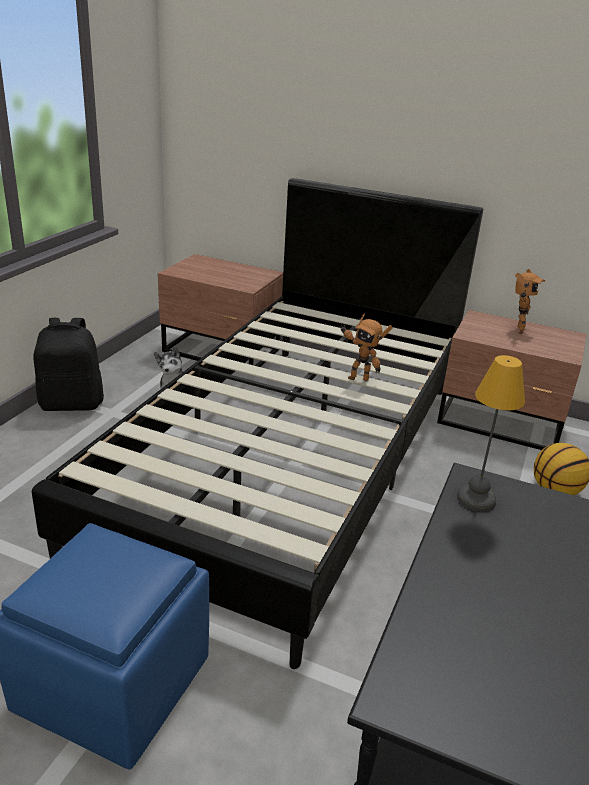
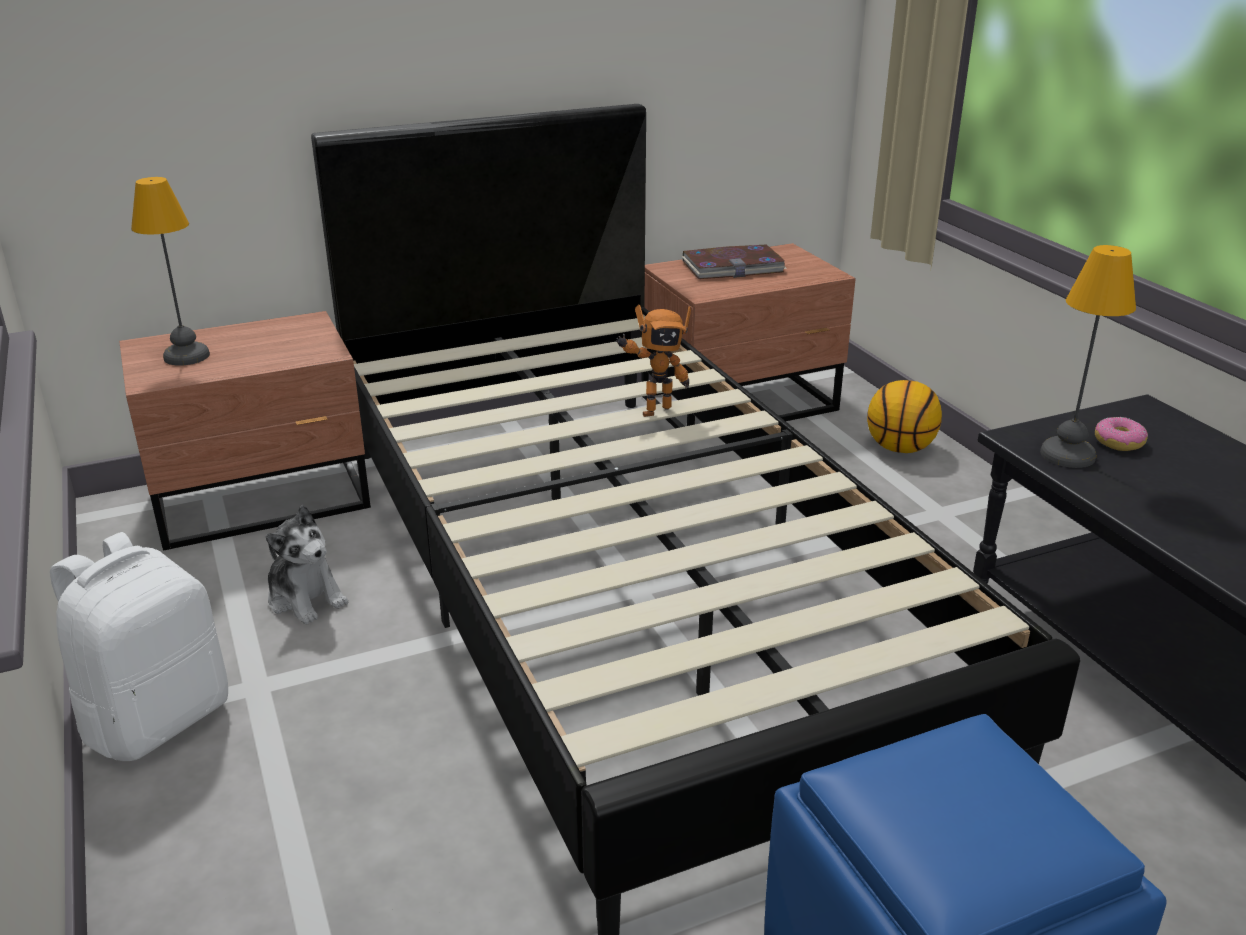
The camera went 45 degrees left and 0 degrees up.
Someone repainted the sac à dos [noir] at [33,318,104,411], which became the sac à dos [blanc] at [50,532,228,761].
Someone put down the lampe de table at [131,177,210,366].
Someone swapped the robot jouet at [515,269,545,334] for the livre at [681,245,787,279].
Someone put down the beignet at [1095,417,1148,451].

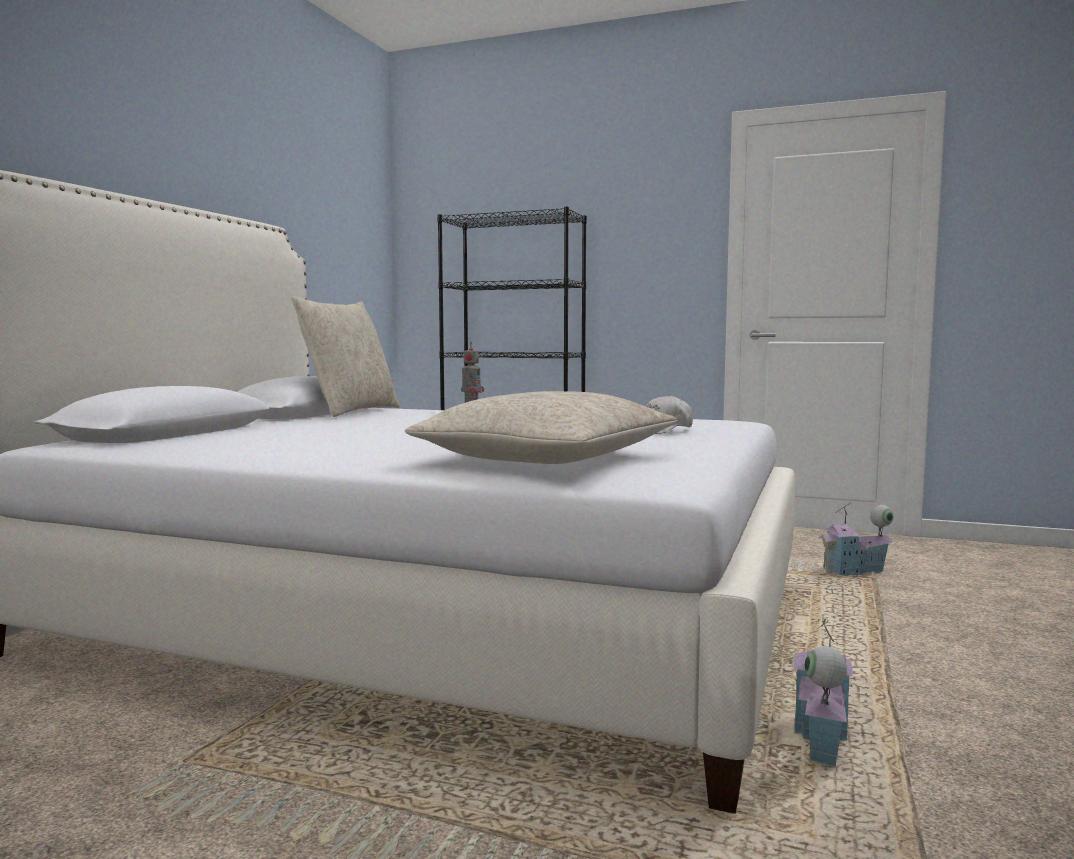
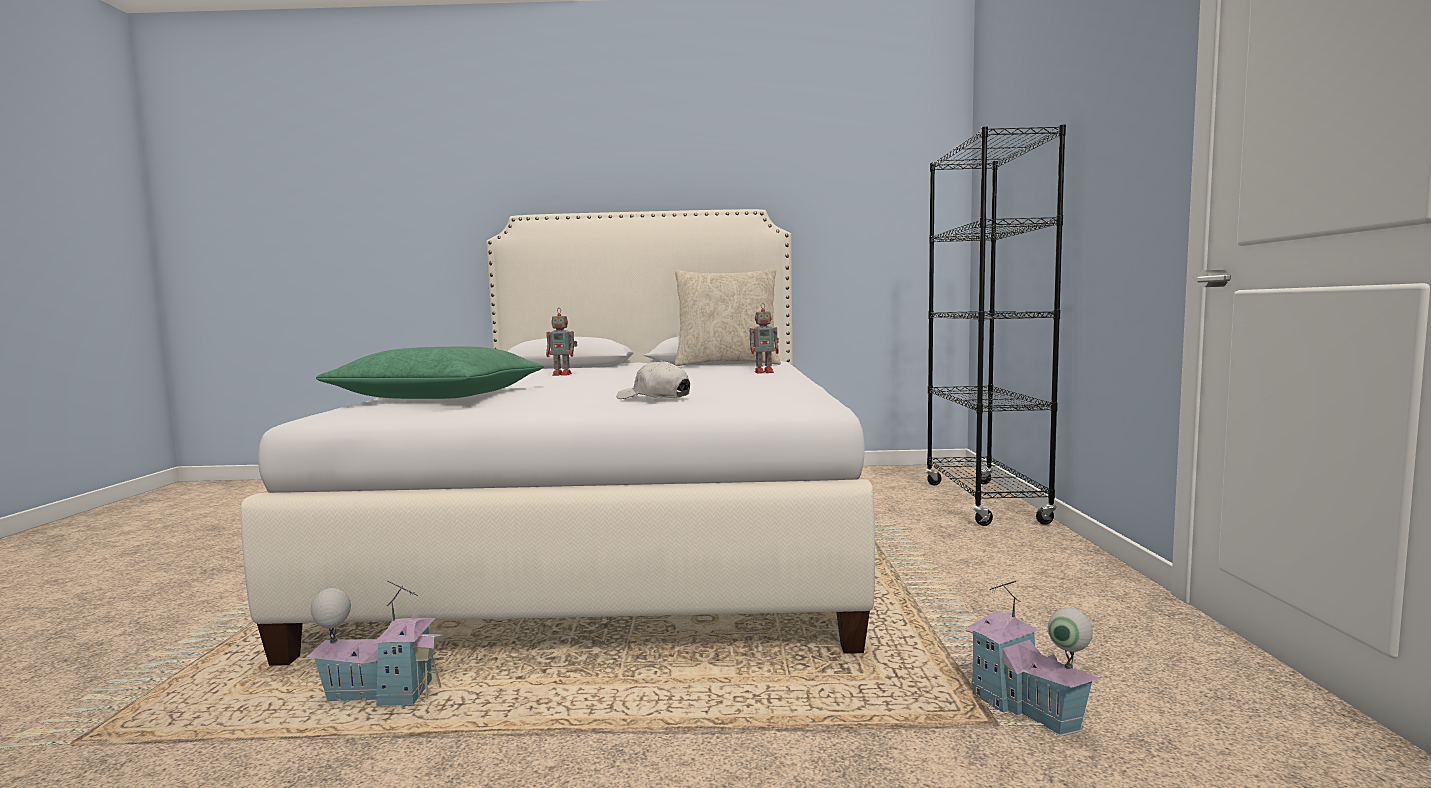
The camera went 70 degrees right and 0 degrees up.
Someone repainted the coussin [beige] at [405,391,677,464], which became the coussin [vert] at [316,347,543,399].
Someone put down the robot jouet at [546,309,577,376].

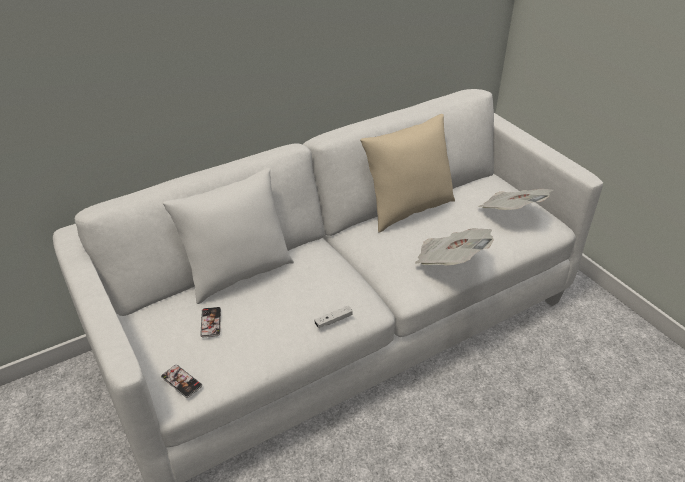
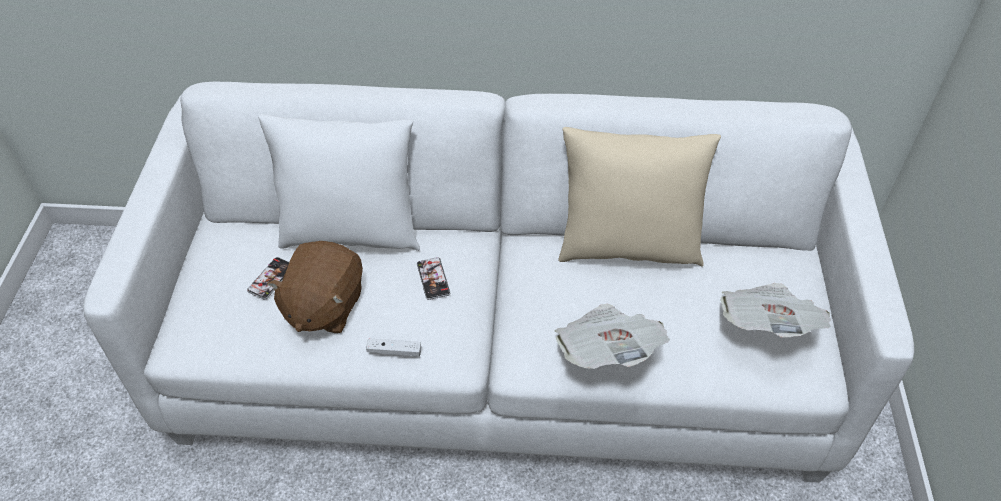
The camera went 35 degrees right and 10 degrees up.
Someone put down the peluche [marron] at [267,241,363,333].
Someone carried the téléphone from [161,365,202,398] to [417,257,450,300].

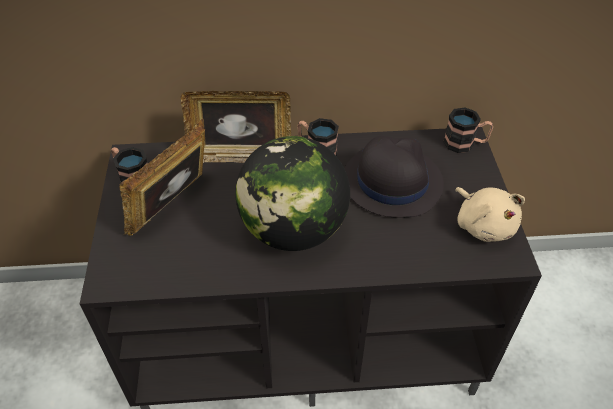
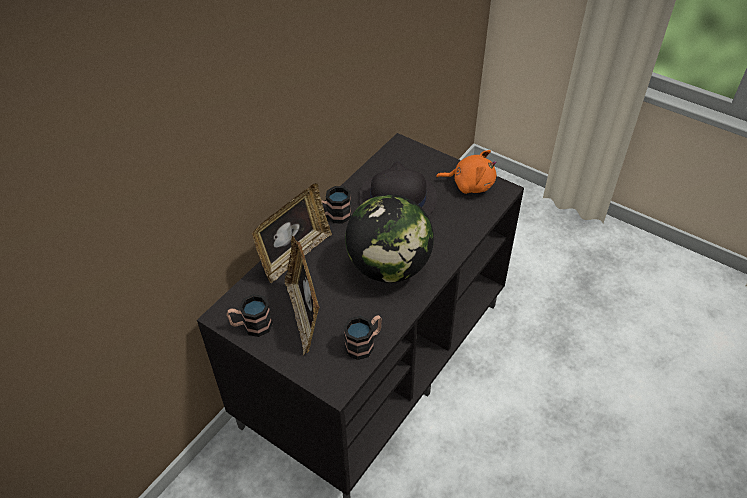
The camera went 50 degrees left and 0 degrees up.
Someone carried the mug from [443,107,493,153] to [343,315,382,360].
Someone repainted the peluche [beige] at [455,187,525,242], which became the peluche [orange] at [436,150,497,194].

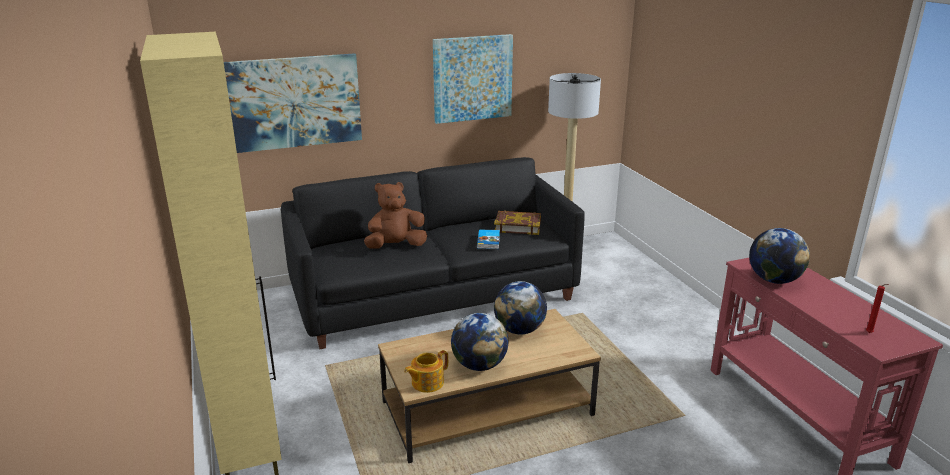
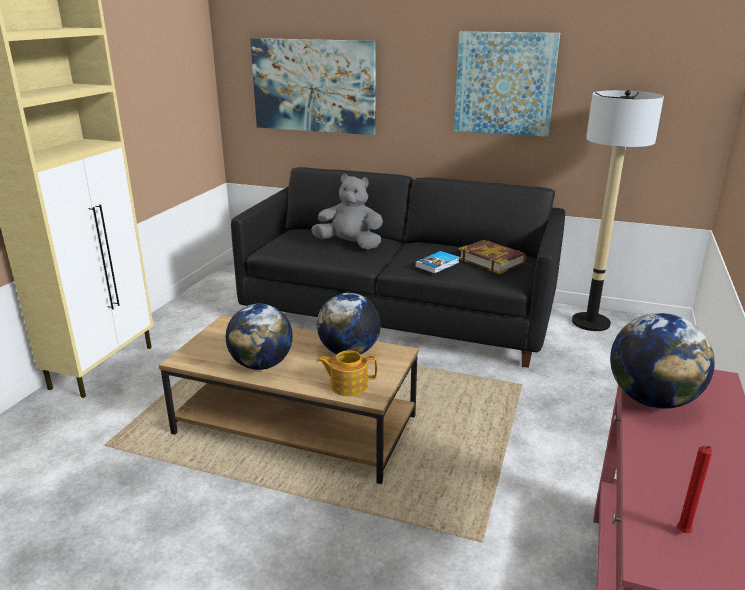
The camera went 40 degrees right and 0 degrees up.
Someone repainted the peluche [marron] at [364,182,427,248], which became the peluche [gris] at [311,174,383,249].
Someone carried the théière from [404,350,448,393] to [317,350,377,396].

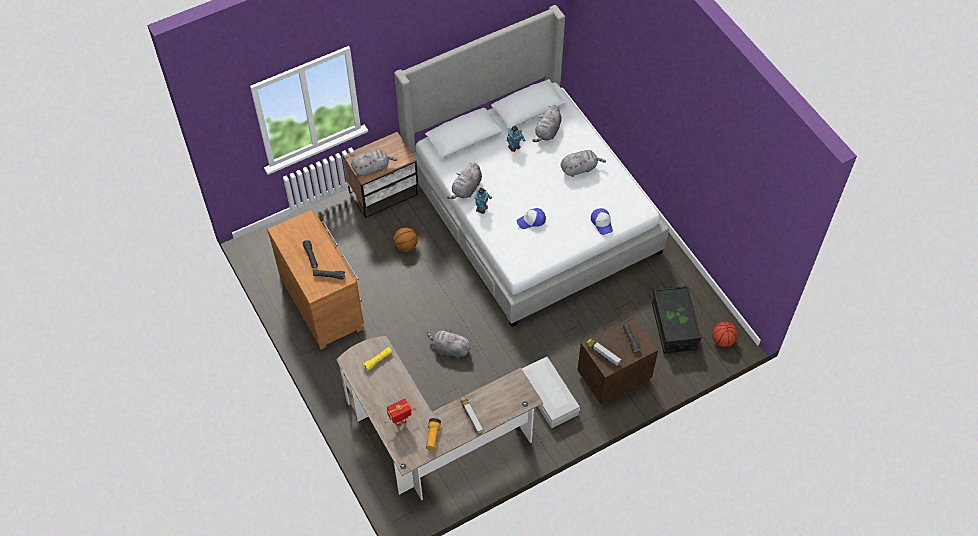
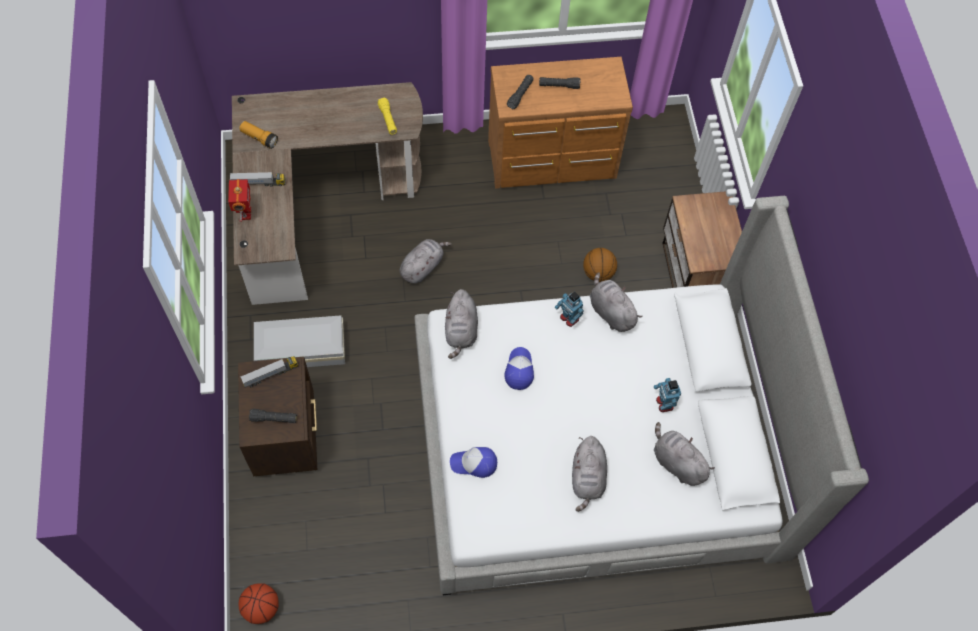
The camera went 110 degrees right and 5 degrees up.
Someone carried the robot jouet from [384,399,415,426] to [228,179,251,222].
Someone carried the peluche [gris] from [351,149,397,177] to [445,289,478,359].
Someone took away the boîte de rangement [noir] at [652,286,702,354].

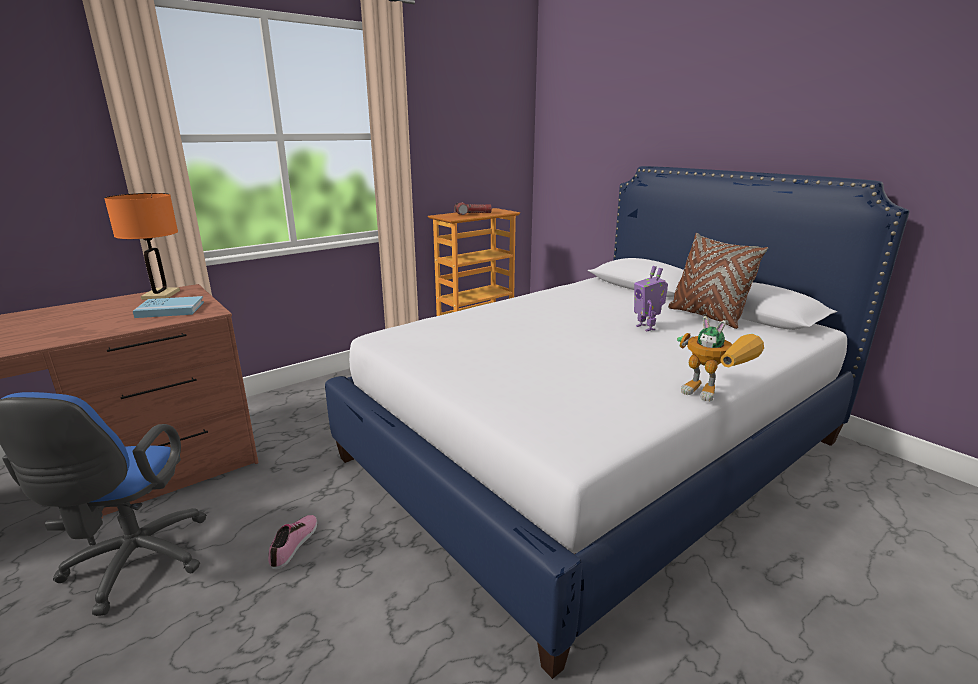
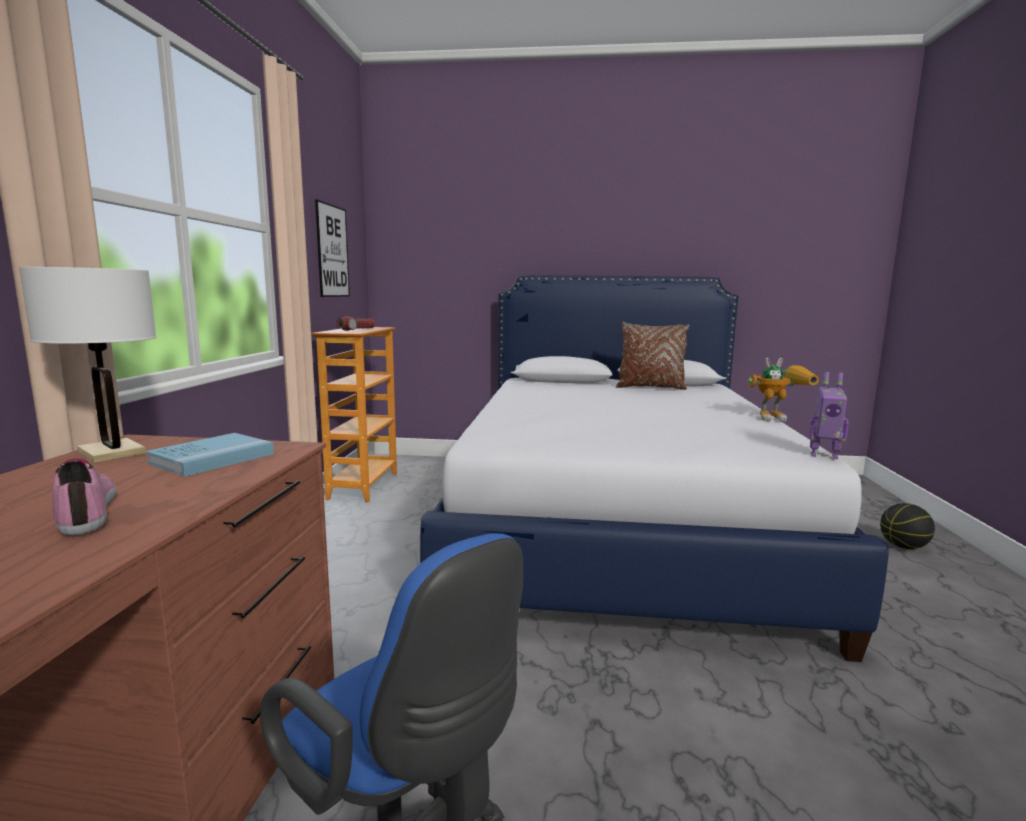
The camera went 45 degrees left and 10 degrees down.
Someone repainted the lampe de table [orange] at [104,193,180,300], which became the lampe de table [blanc] at [19,267,156,463].
Someone carried the chaussure from [268,515,317,569] to [52,458,116,535].
Someone put up the tableau at [315,200,350,297].
Someone carried the robot jouet from [634,266,668,331] to [810,372,849,459].
Someone put down the ballon de basket at [880,503,935,549].

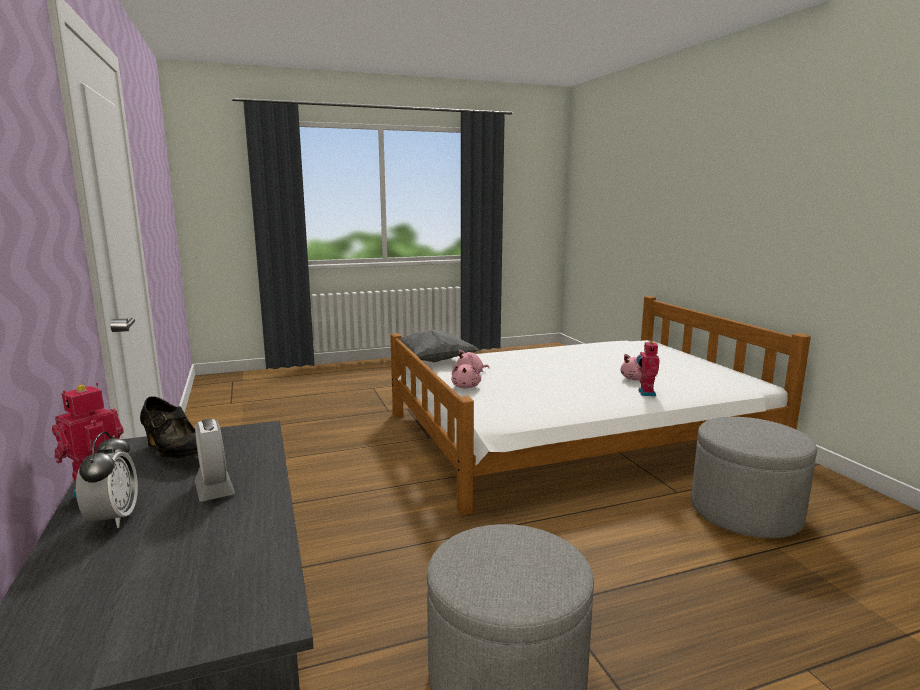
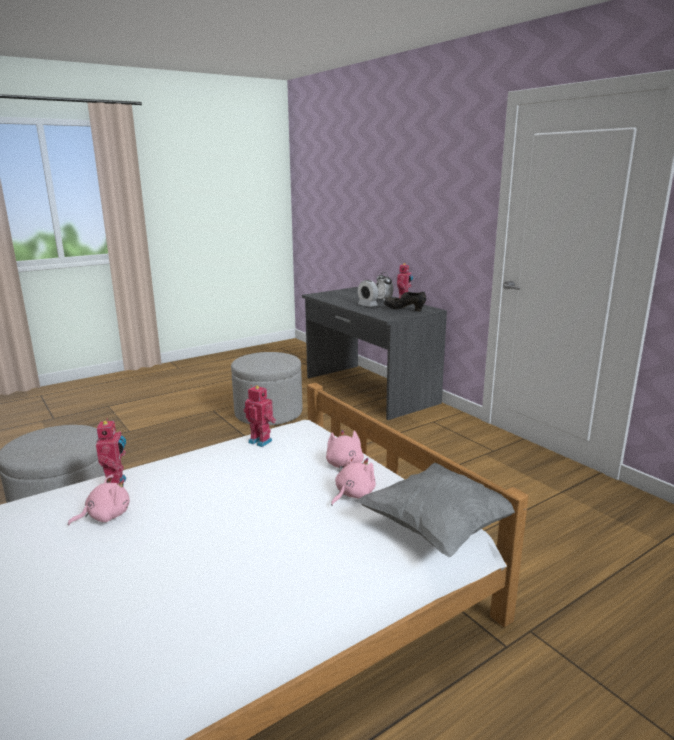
The camera went 165 degrees right and 5 degrees up.
Someone put down the robot jouet at [244,385,276,447].

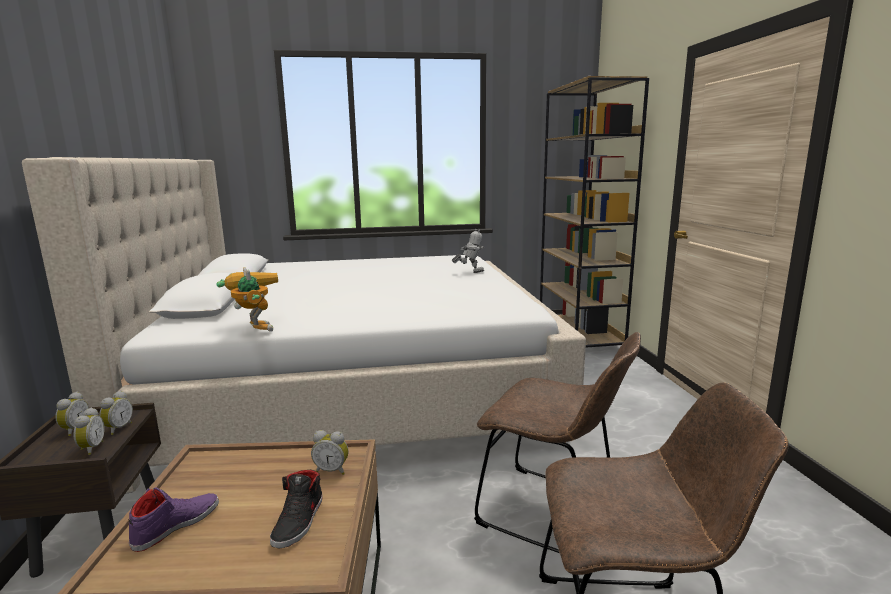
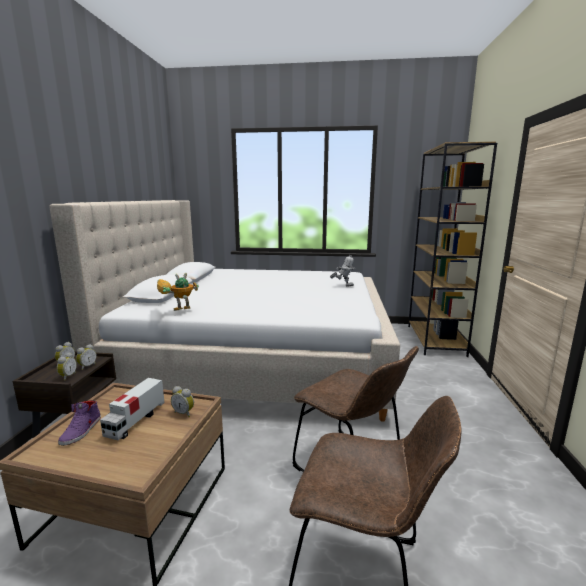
The camera went 15 degrees right and 0 degrees up.
Someone rotated the chaussure [violet] at [128,488,219,552] by 135 degrees clockwise.
Someone put down the camion jouet at [100,378,165,440].
Someone rotated the robot jouet at [216,267,278,332] by 105 degrees counterclockwise.
Someone took away the chaussure [noir] at [270,470,323,549].

